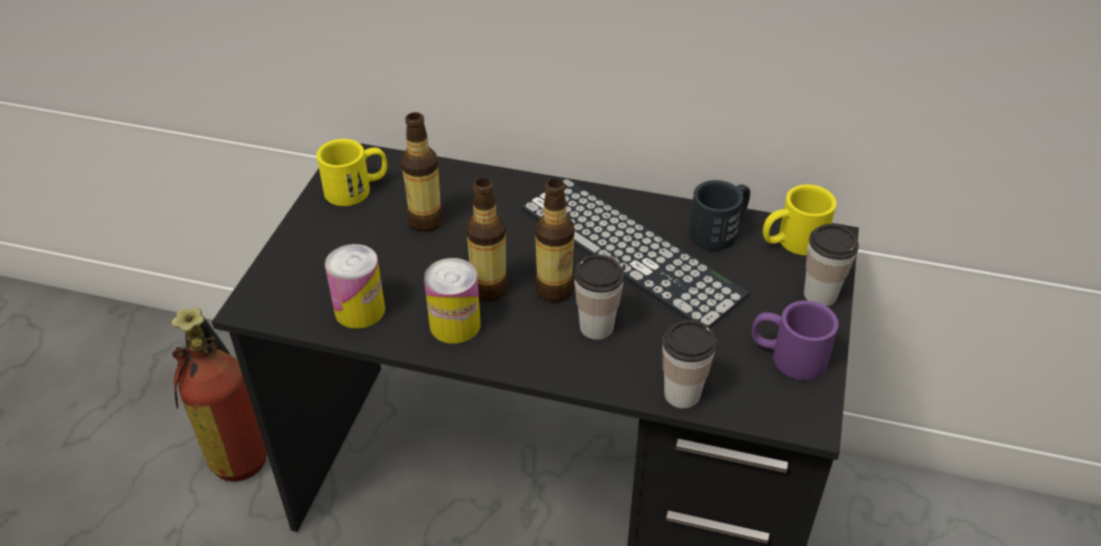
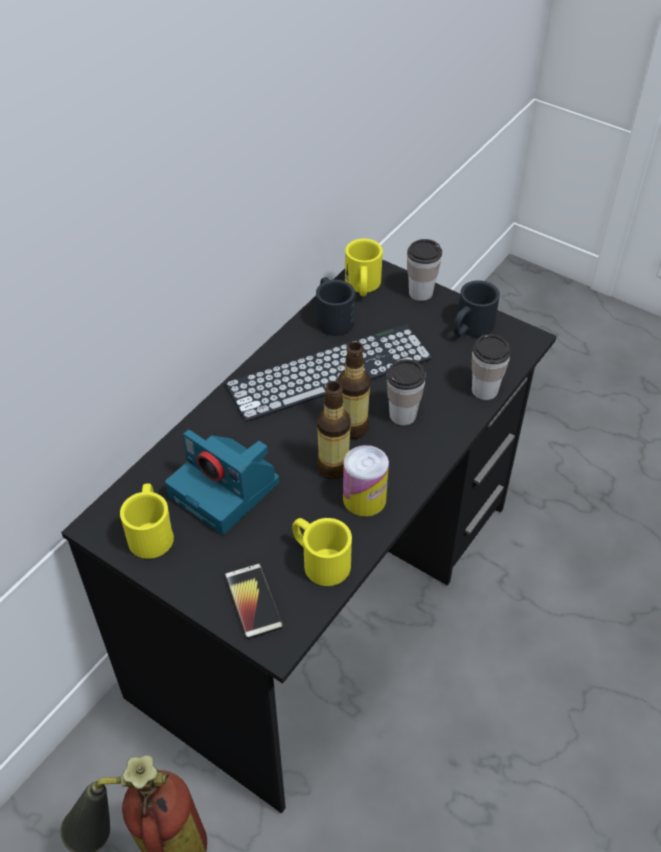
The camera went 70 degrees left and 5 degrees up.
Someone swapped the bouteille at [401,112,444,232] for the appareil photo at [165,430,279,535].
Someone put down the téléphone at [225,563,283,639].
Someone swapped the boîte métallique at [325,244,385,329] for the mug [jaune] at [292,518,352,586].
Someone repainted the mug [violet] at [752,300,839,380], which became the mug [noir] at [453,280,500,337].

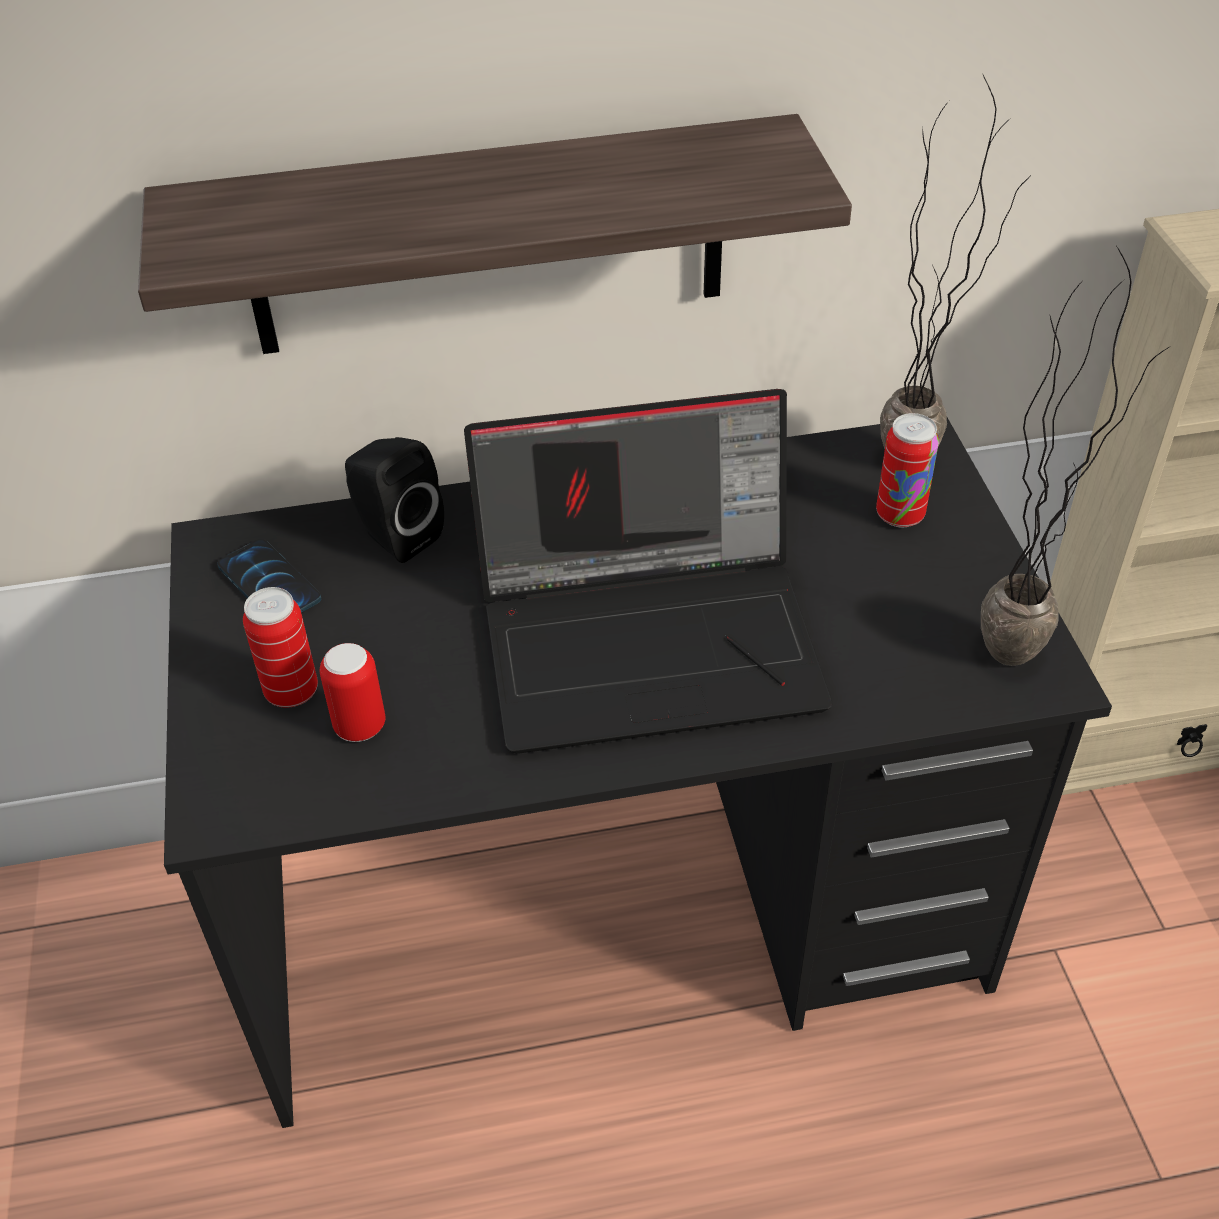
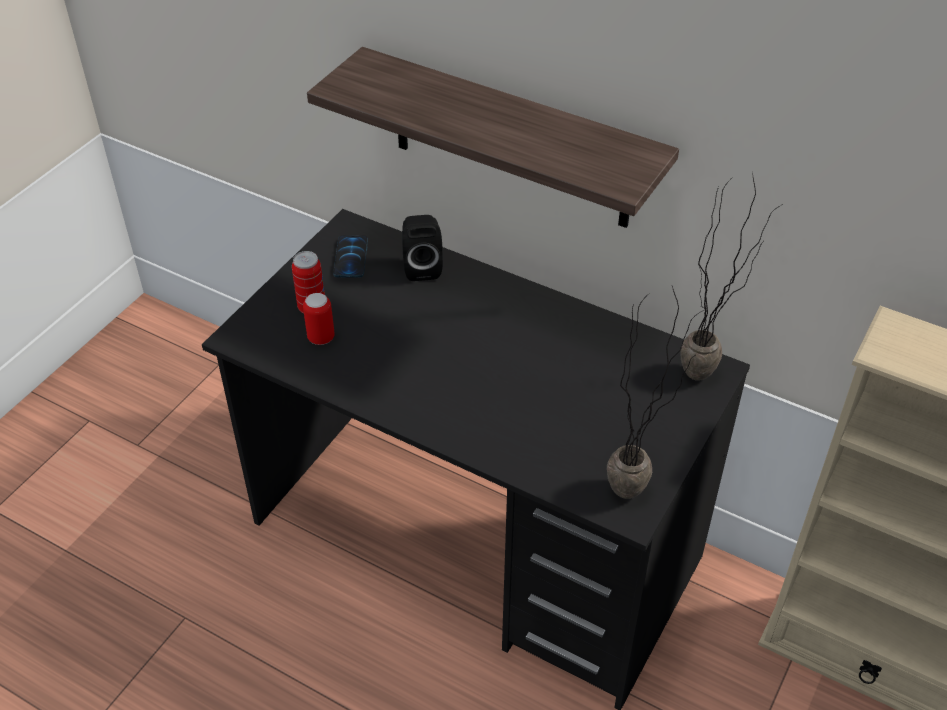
The camera went 40 degrees right and 0 degrees up.
Someone took away the ordinateur portable at [464,389,832,754].
Someone took away the boîte métallique at [876,413,939,527].

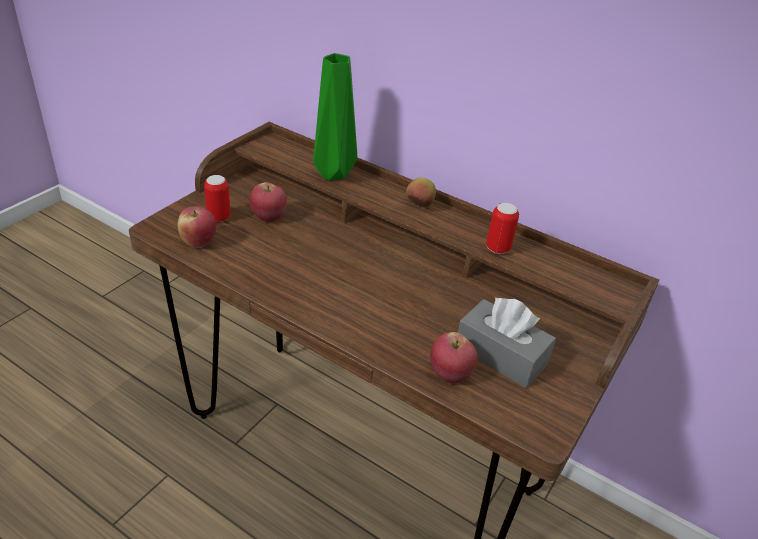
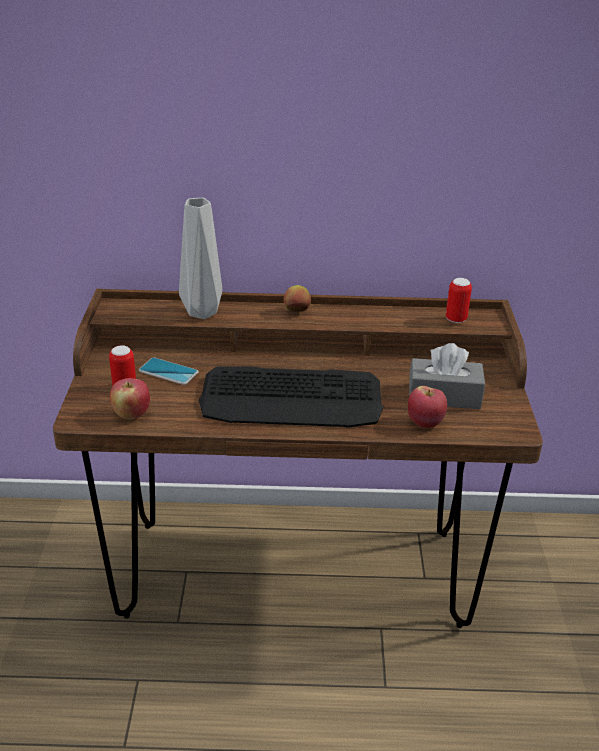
The camera went 30 degrees left and 5 degrees down.
Someone swapped the pomme at [250,182,287,222] for the téléphone at [139,357,199,385].
Someone repainted the vase [vert] at [313,53,357,181], which became the vase [gris] at [179,198,222,319].
Someone put down the clavier at [199,366,384,428].
Someone carried the boîte métallique from [486,203,519,254] to [446,278,472,323].

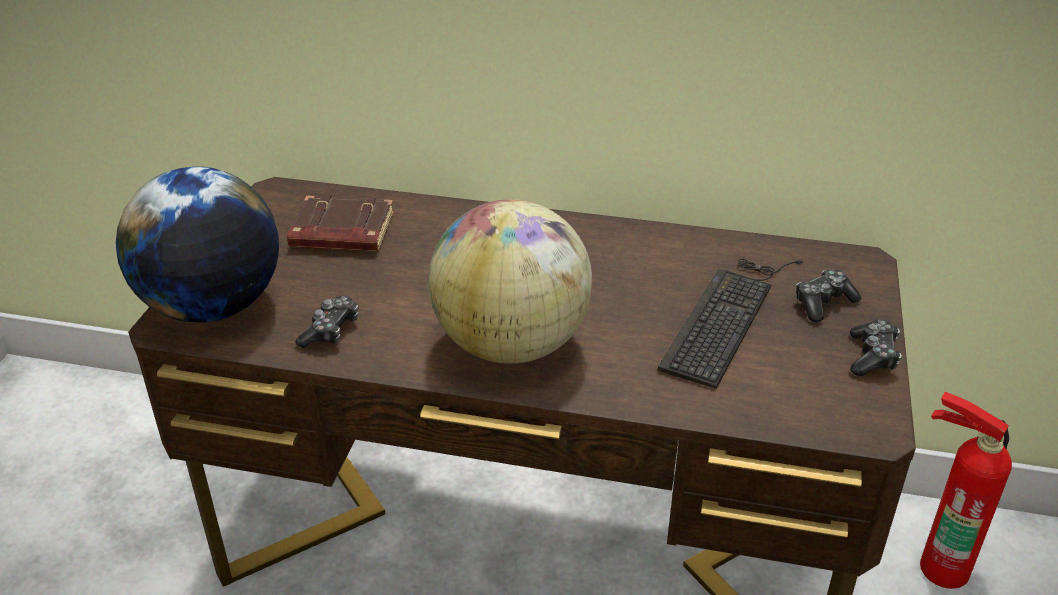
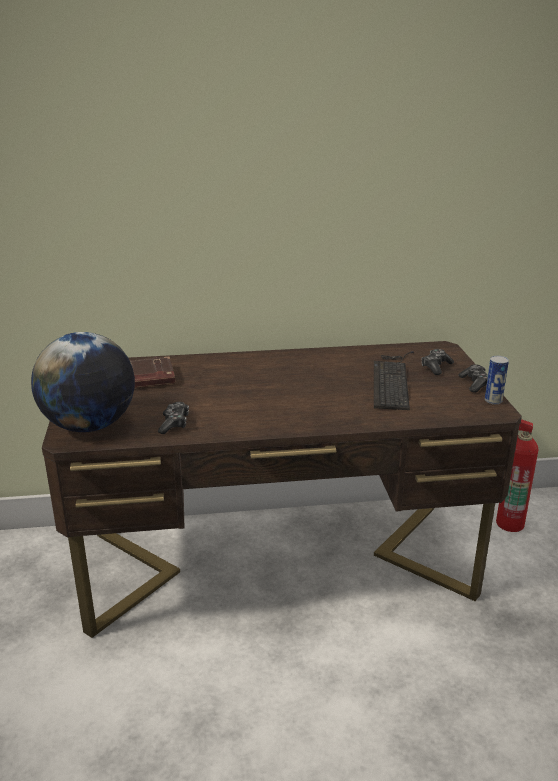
The camera went 20 degrees left and 10 degrees down.
Someone put down the boîte métallique at [485,356,509,404].
Someone took away the globe at [428,199,593,364].

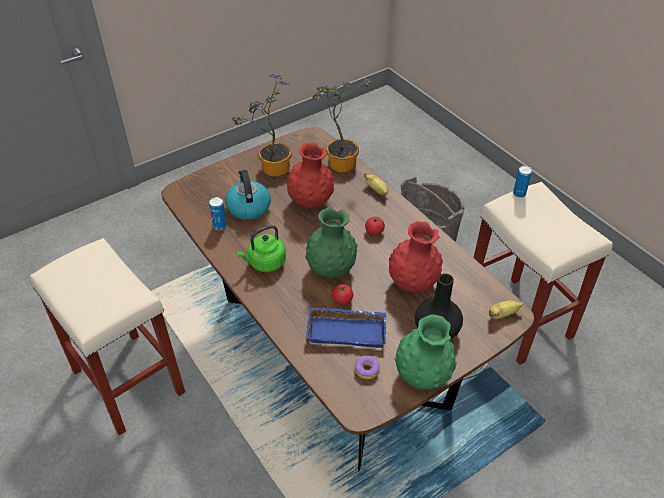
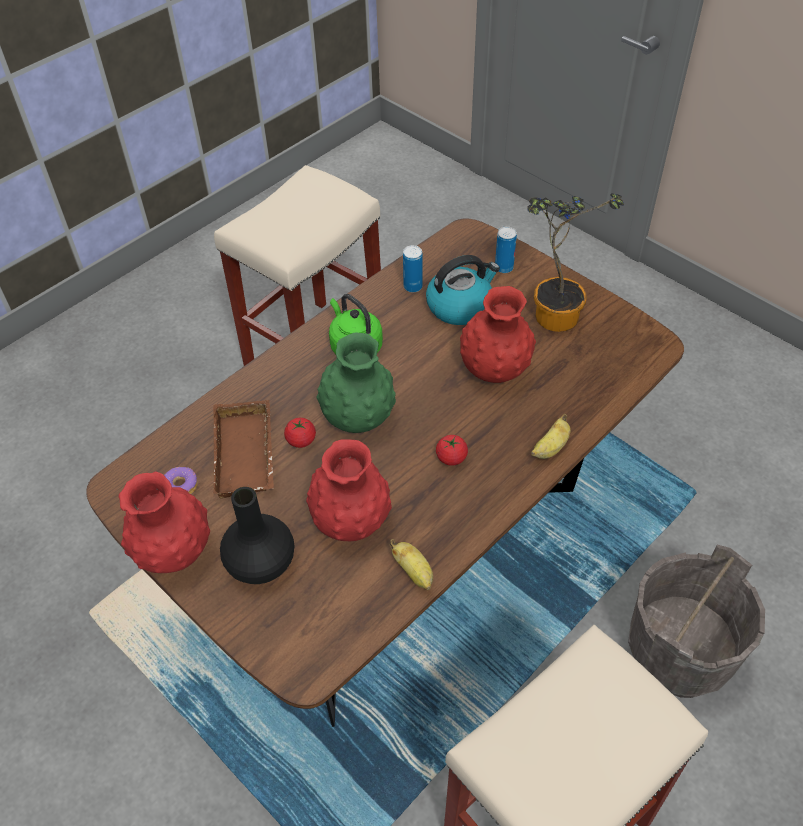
The camera went 80 degrees right and 5 degrees up.
Someone repainted the vase [vert] at [395,315,457,390], which became the vase [rouge] at [119,471,210,573].
Someone repainted the plateau [bleu] at [306,307,387,348], which became the plateau [marron] at [213,400,274,498].
Someone carried the banane from [489,300,524,319] to [389,539,433,590].
Someone carried the boîte métallique from [513,166,532,198] to [495,226,517,273].
Someone took away the plante en pot at [313,78,372,172].

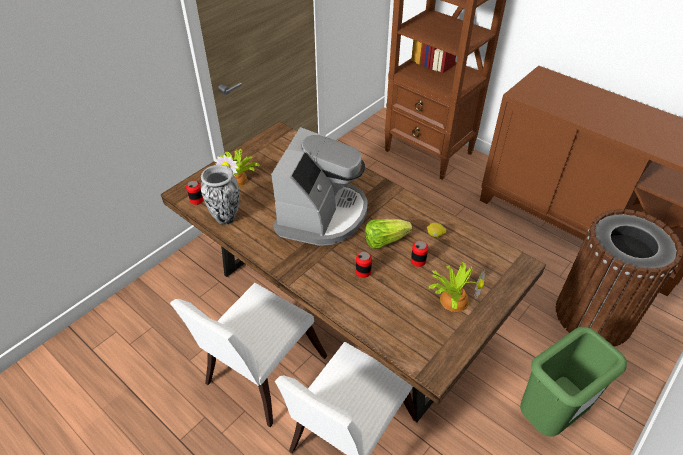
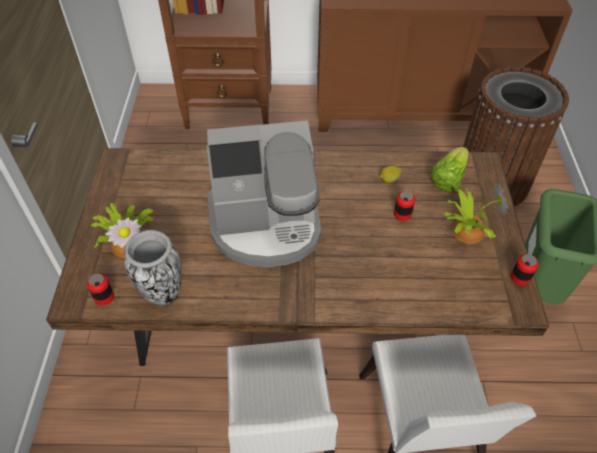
The camera went 40 degrees left and 5 degrees up.
Someone rotated the machine à café at [271,127,368,246] by 105 degrees clockwise.
Someone carried the laitue from [365,219,412,249] to [431,147,469,192].
Someone carried the boîte métallique from [356,252,372,278] to [511,254,539,286].

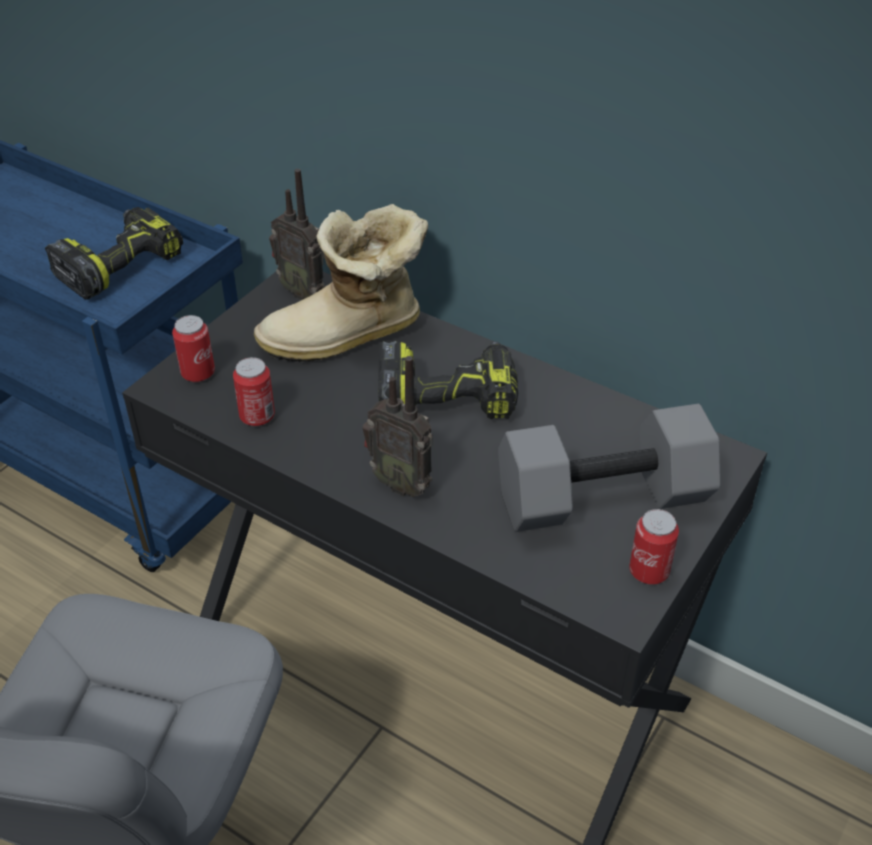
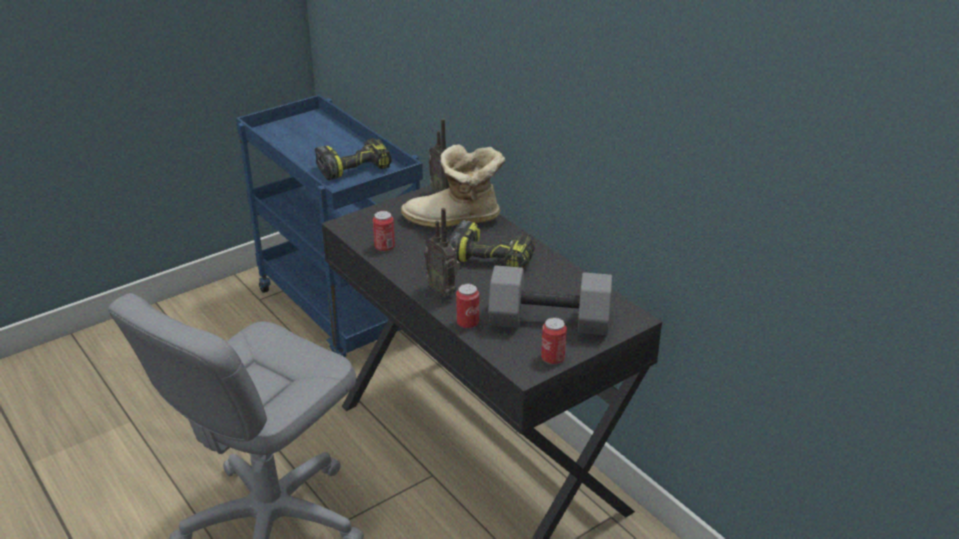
The camera went 20 degrees right and 10 degrees down.
Someone carried the boîte métallique from [172,315,215,382] to [456,284,479,329].

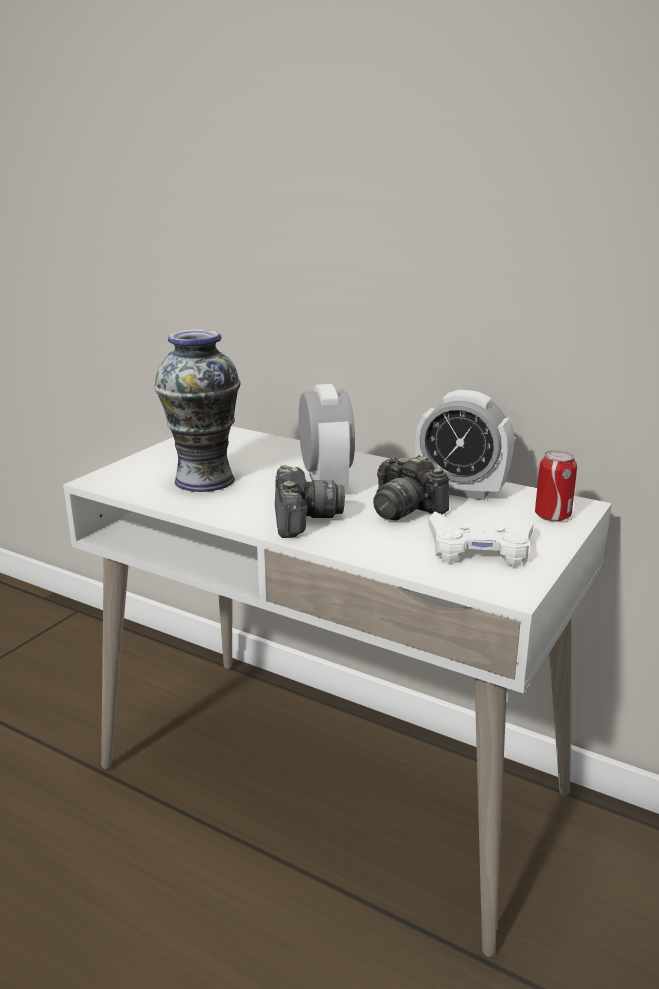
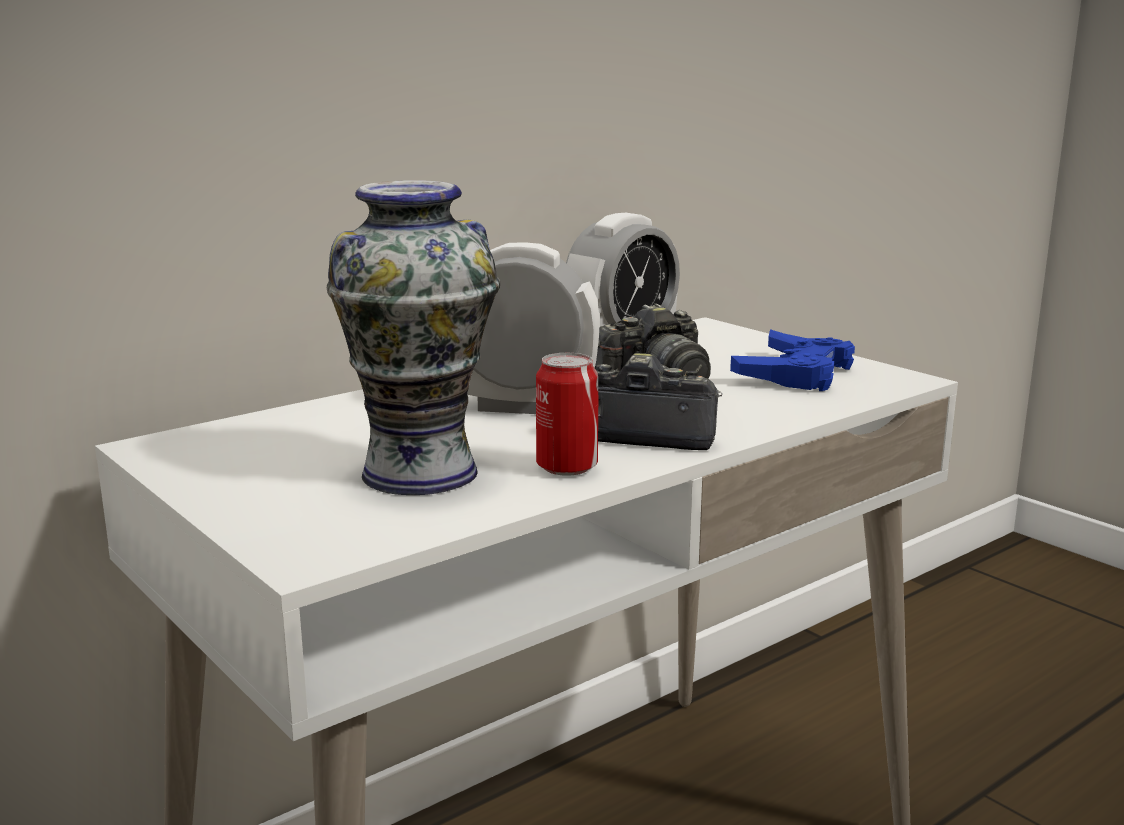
The camera went 70 degrees left and 5 degrees down.
Someone carried the boîte métallique from [535,450,577,522] to [536,353,598,476].
Someone repainted the manette [blanc] at [429,511,534,567], which became the manette [bleu] at [730,329,855,391].

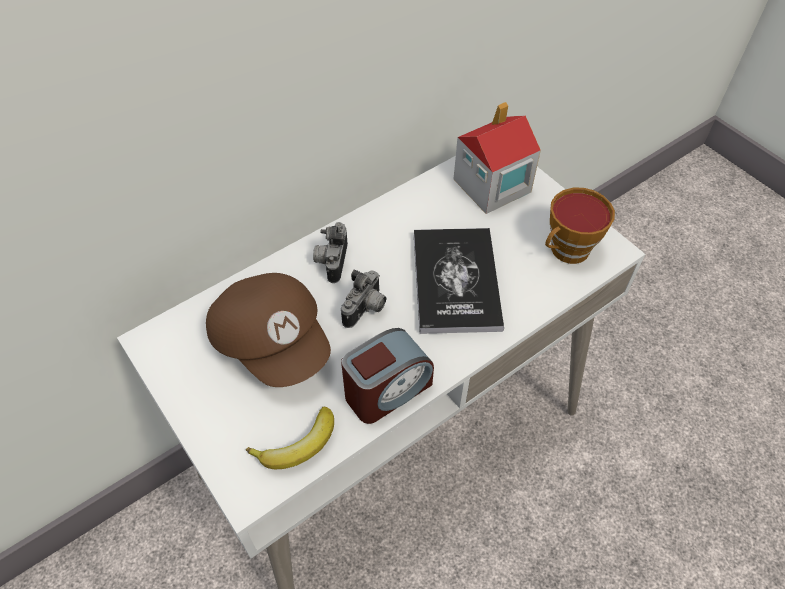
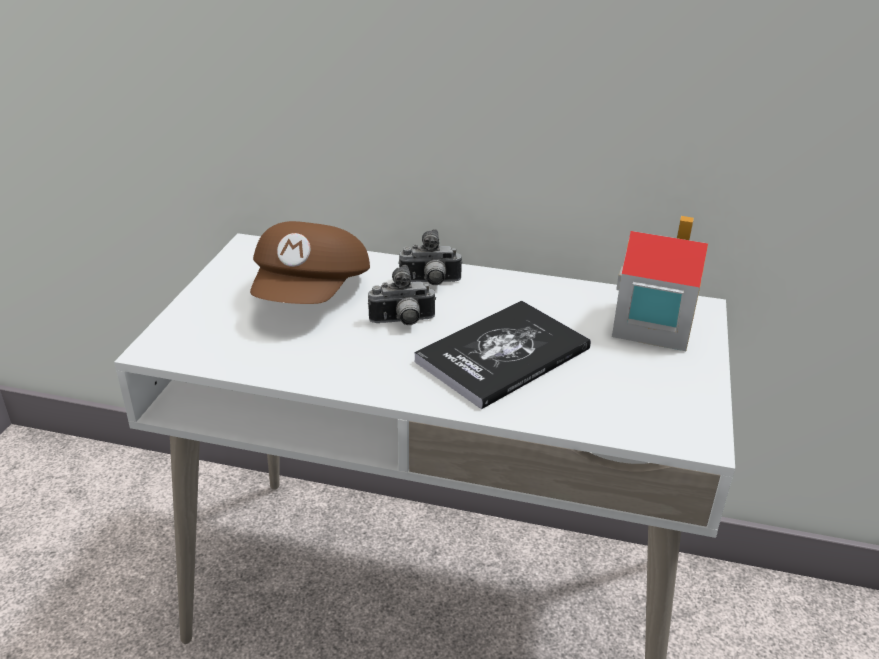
The camera went 50 degrees right and 20 degrees down.
Someone rotated the appareil photo at [313,222,348,283] by 150 degrees counterclockwise.
Someone took away the banane at [246,407,334,469].
Someone took away the réveil at [341,328,434,424].
Someone took away the tasse at [545,188,615,264].

